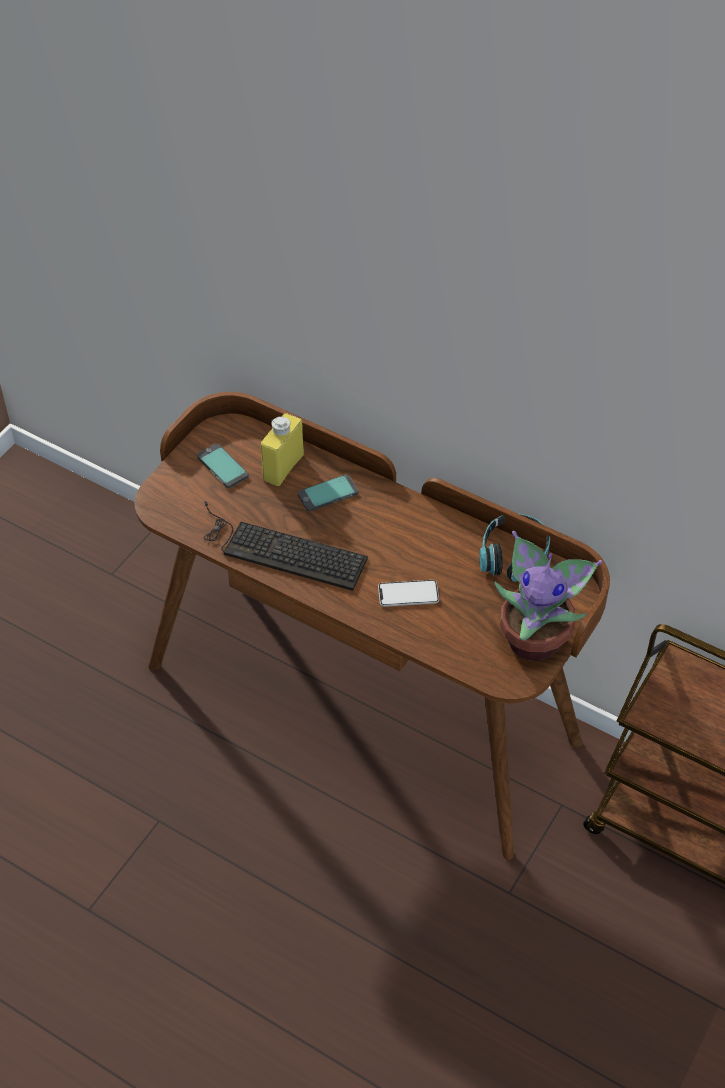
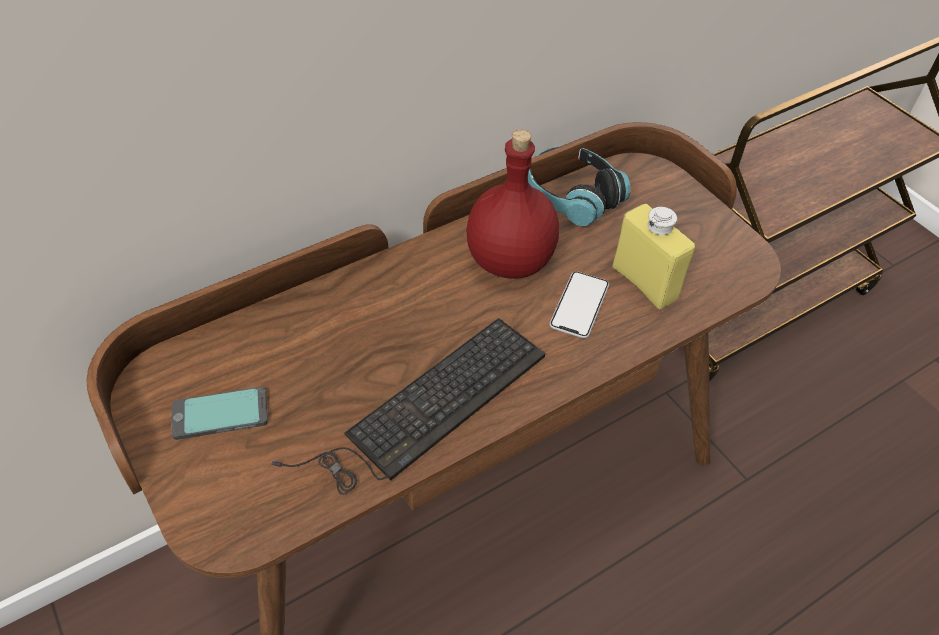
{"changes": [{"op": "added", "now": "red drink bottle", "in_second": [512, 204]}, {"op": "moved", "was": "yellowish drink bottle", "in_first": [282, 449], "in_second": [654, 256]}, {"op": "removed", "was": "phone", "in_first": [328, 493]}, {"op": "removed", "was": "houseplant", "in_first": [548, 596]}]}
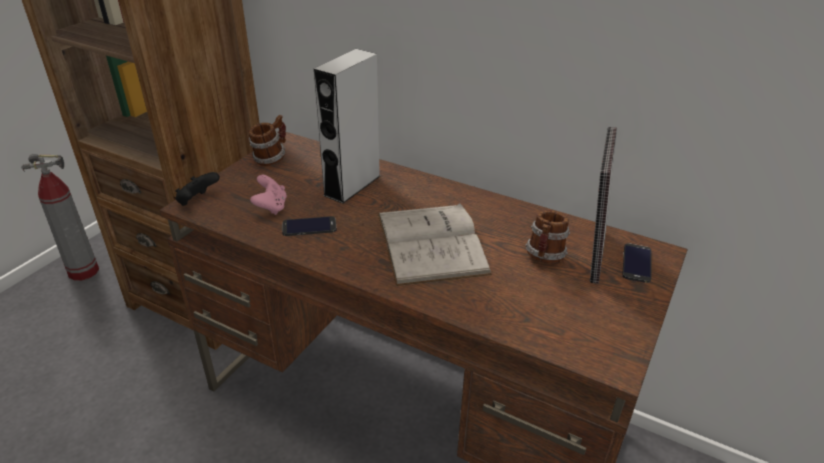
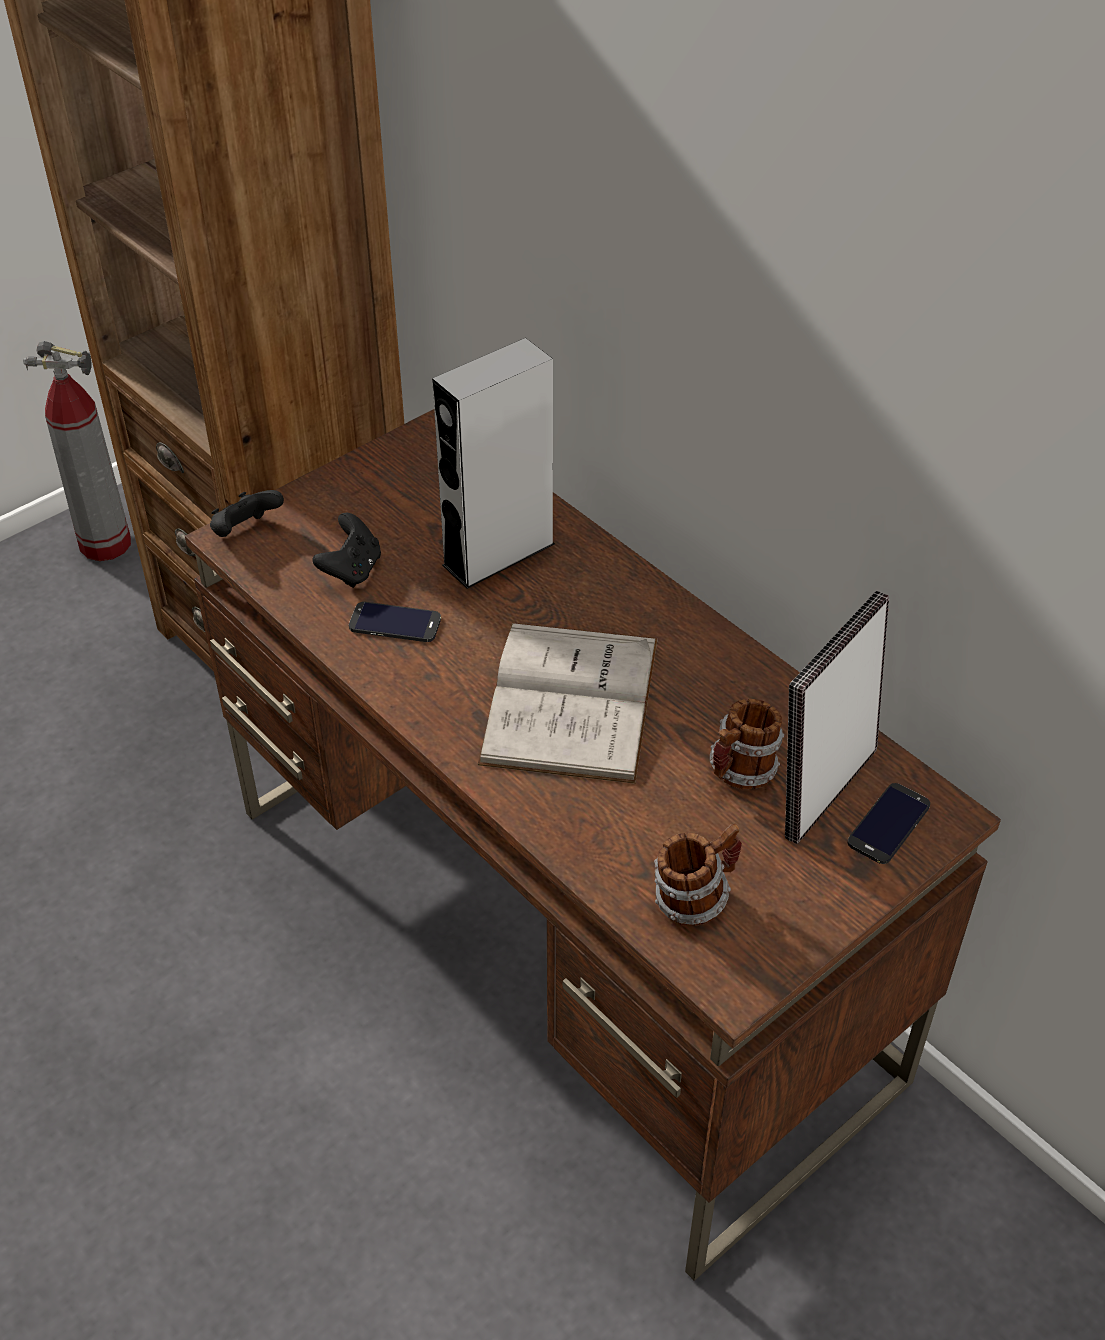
{"changes": [{"op": "recoloured", "was": "pinkish game controller", "now": "black-coloured game controller", "in_first": [268, 195], "in_second": [346, 550]}, {"op": "moved", "was": "coffee mug", "in_first": [267, 140], "in_second": [698, 875]}]}
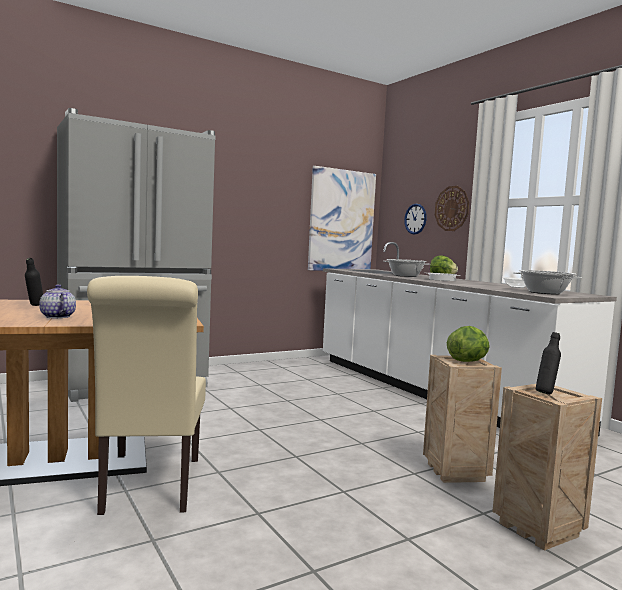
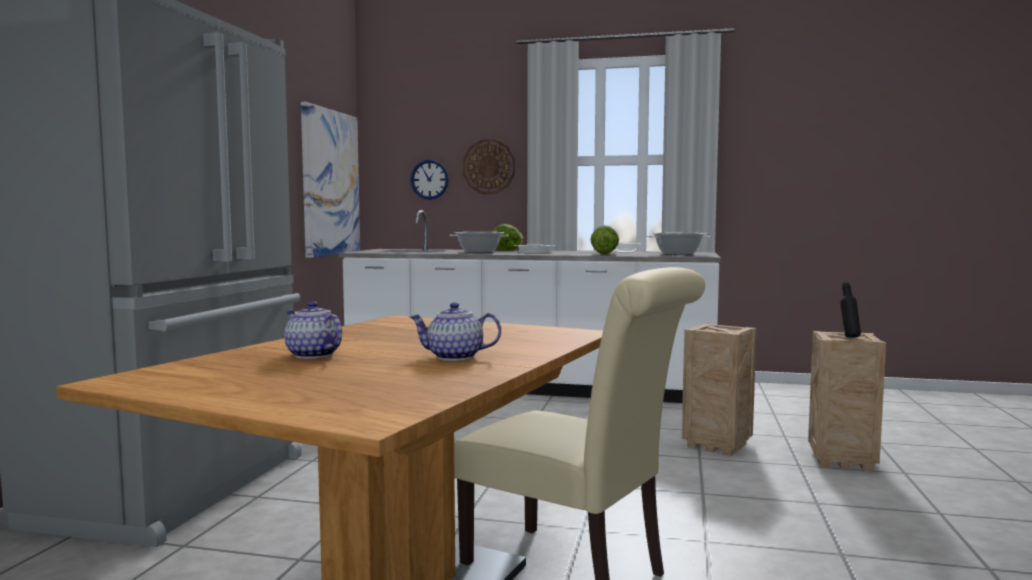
{"changes": [{"op": "replaced", "was": "black-coloured drink bottle", "now": "tea pot", "in_first": [34, 282], "in_second": [313, 330]}, {"op": "moved", "was": "head of lettuce", "in_first": [468, 344], "in_second": [604, 239]}]}
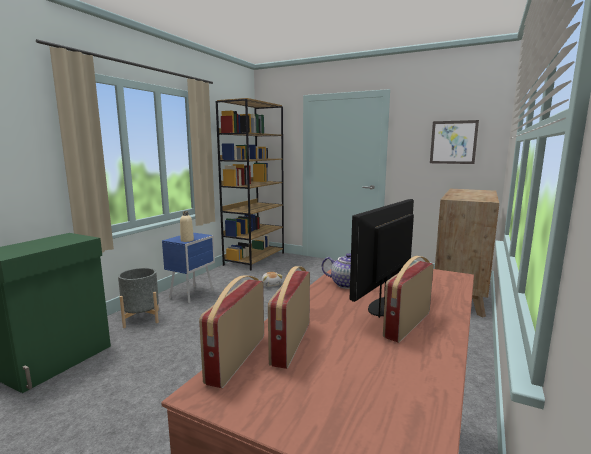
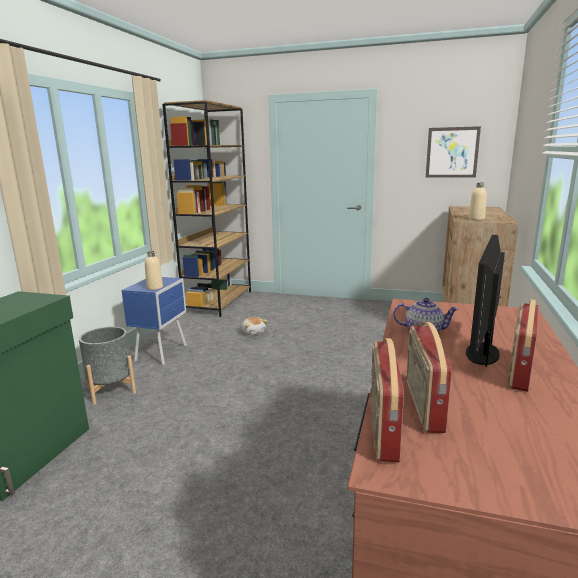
{"changes": [{"op": "added", "now": "sand-coloured drink bottle", "in_second": [478, 201]}]}
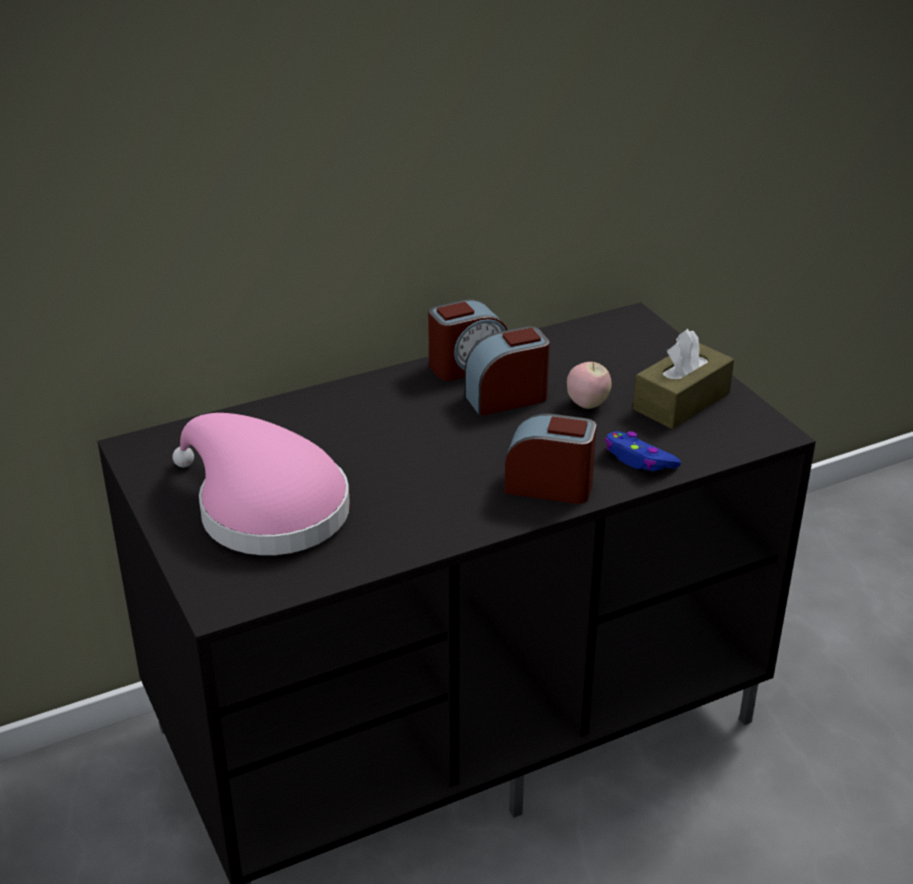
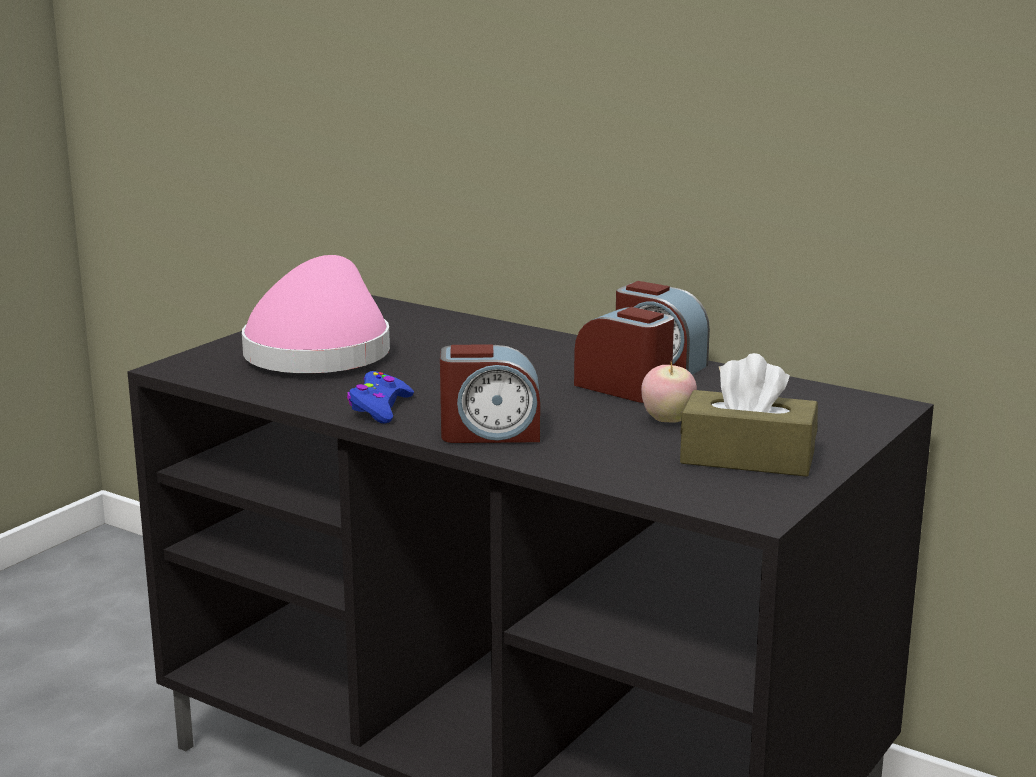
{"changes": [{"op": "moved", "was": "bluish game controller", "in_first": [643, 451], "in_second": [380, 397]}, {"op": "turned", "was": "bedside clock", "in_first": [550, 458], "in_second": [490, 393], "clockwise": 105}]}
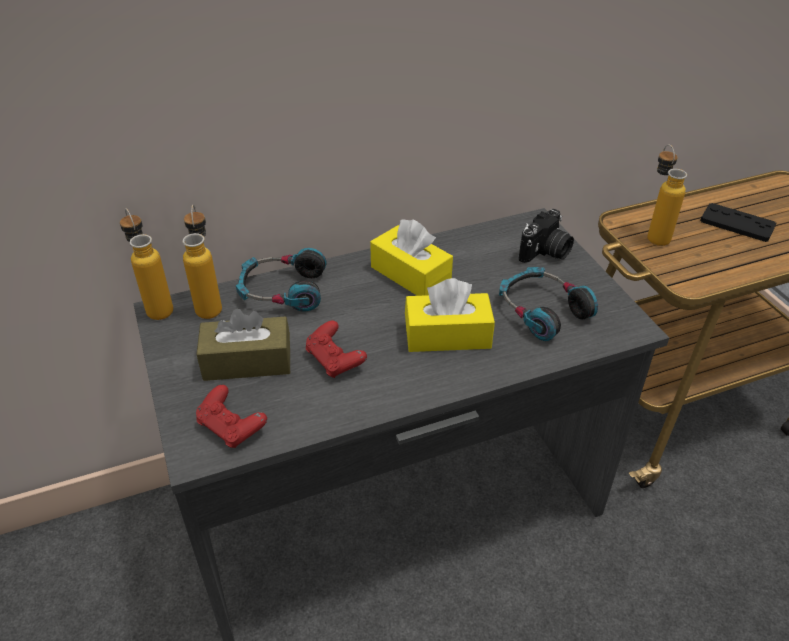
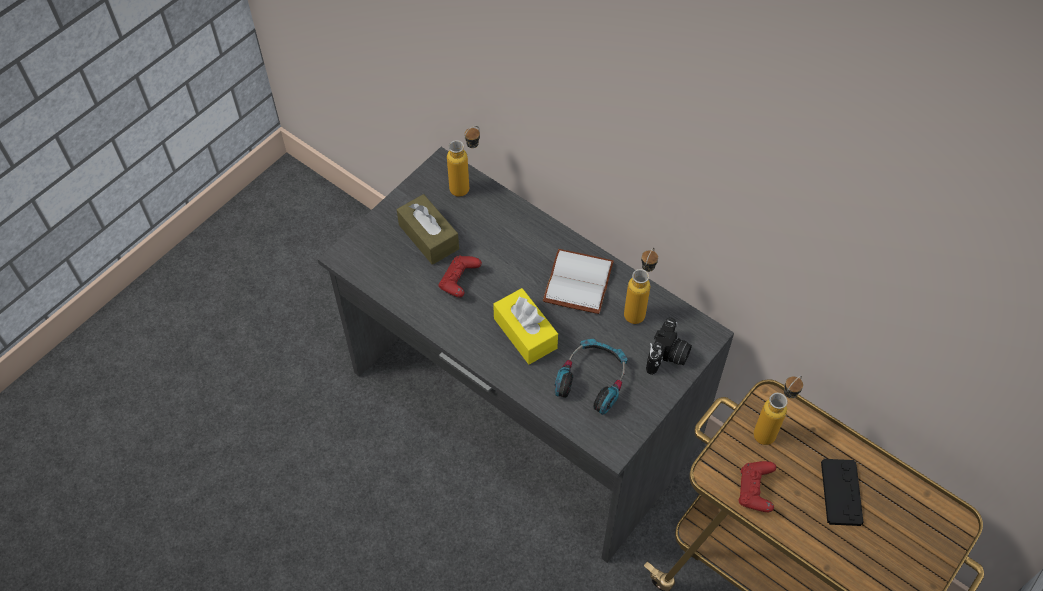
{"changes": [{"op": "replaced", "was": "yellowish tissue box", "now": "whitish volume", "in_first": [411, 257], "in_second": [578, 281]}, {"op": "moved", "was": "drink bottle", "in_first": [146, 264], "in_second": [641, 286]}, {"op": "turned", "was": "still camera", "in_first": [546, 236], "in_second": [669, 346], "clockwise": -75}, {"op": "moved", "was": "red game controller", "in_first": [231, 416], "in_second": [757, 486]}, {"op": "removed", "was": "pair of headphones", "in_first": [281, 279]}]}
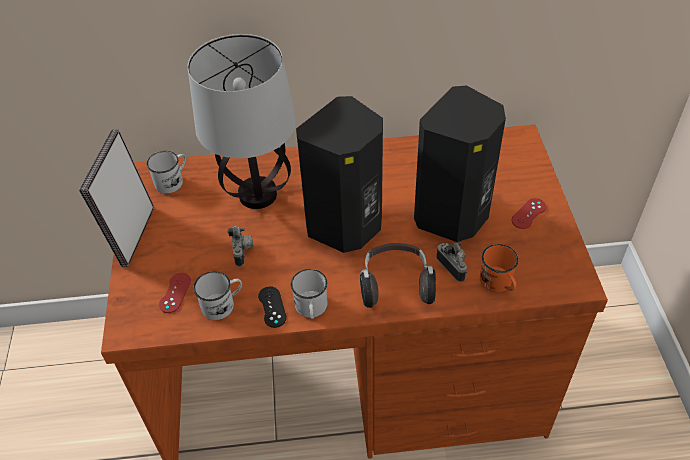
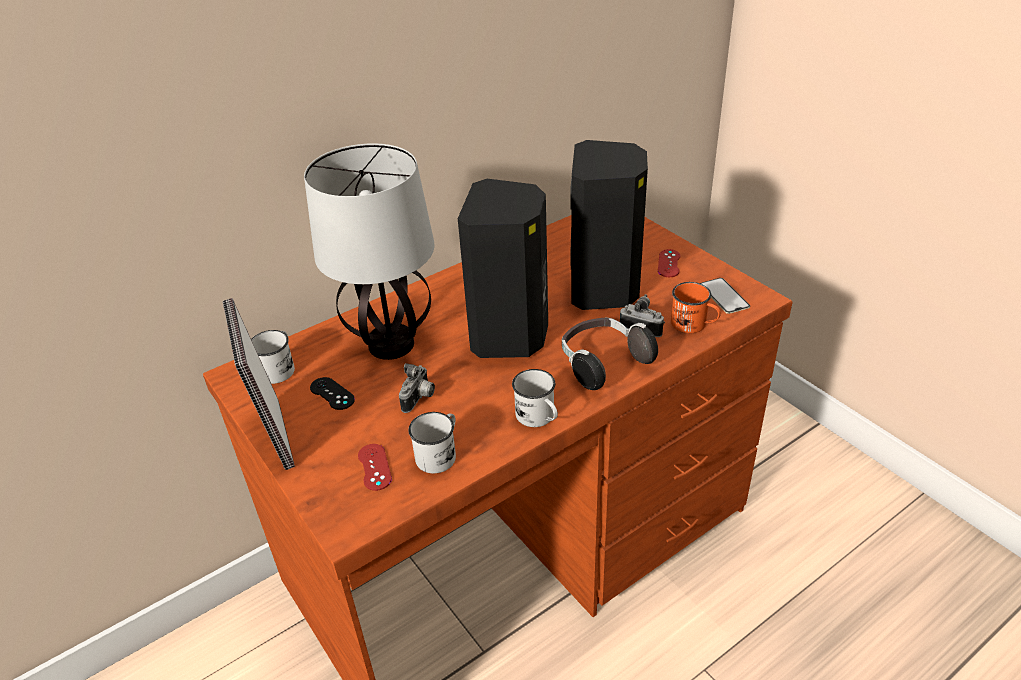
{"changes": [{"op": "moved", "was": "black-coloured game controller", "in_first": [272, 307], "in_second": [332, 393]}, {"op": "turned", "was": "still camera", "in_first": [240, 246], "in_second": [417, 388], "clockwise": 60}, {"op": "added", "now": "phone", "in_second": [725, 296]}]}
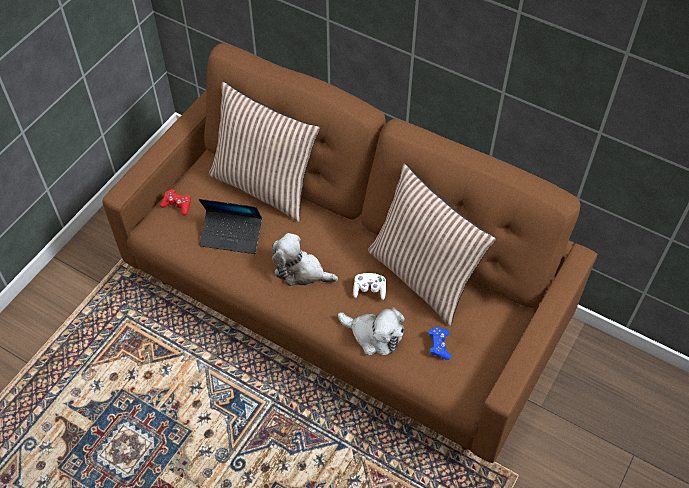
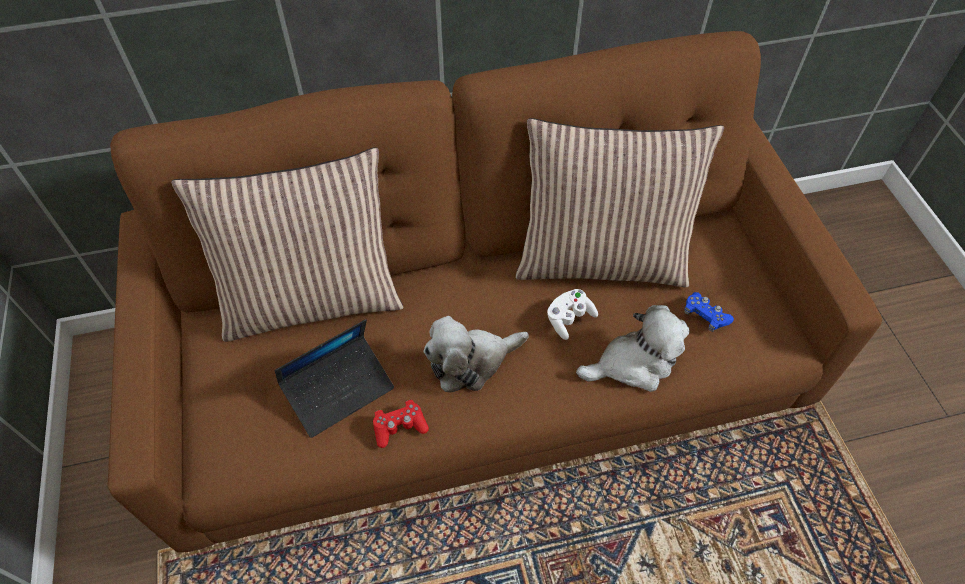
{"changes": [{"op": "moved", "was": "red game controller", "in_first": [175, 202], "in_second": [401, 424]}]}
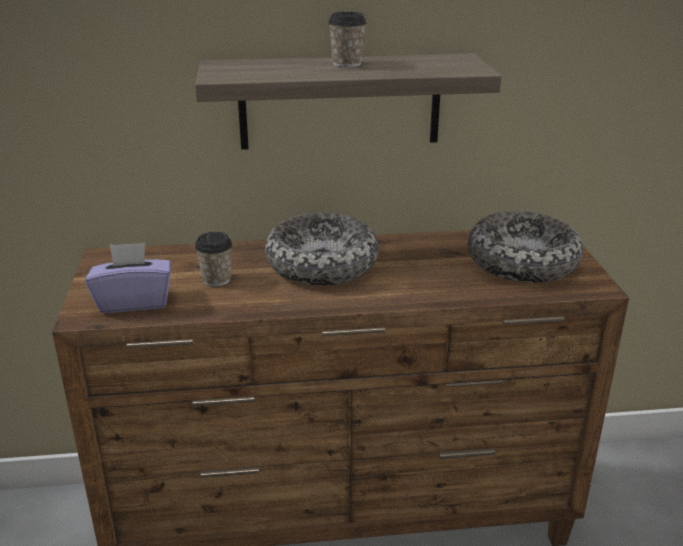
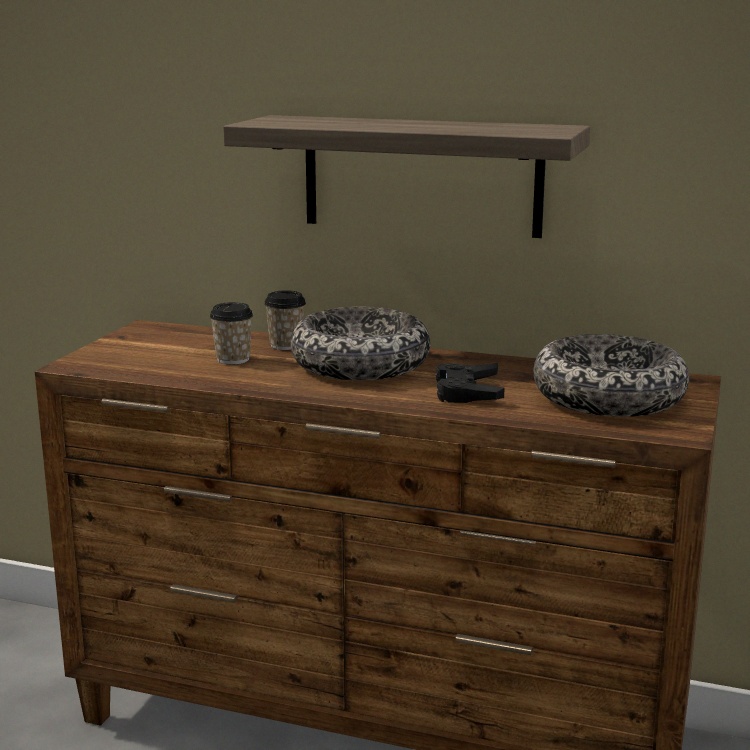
{"changes": [{"op": "moved", "was": "small cup", "in_first": [347, 39], "in_second": [285, 320]}, {"op": "added", "now": "black-coloured game controller", "in_second": [470, 383]}, {"op": "removed", "was": "purple tissue box", "in_first": [128, 277]}]}
